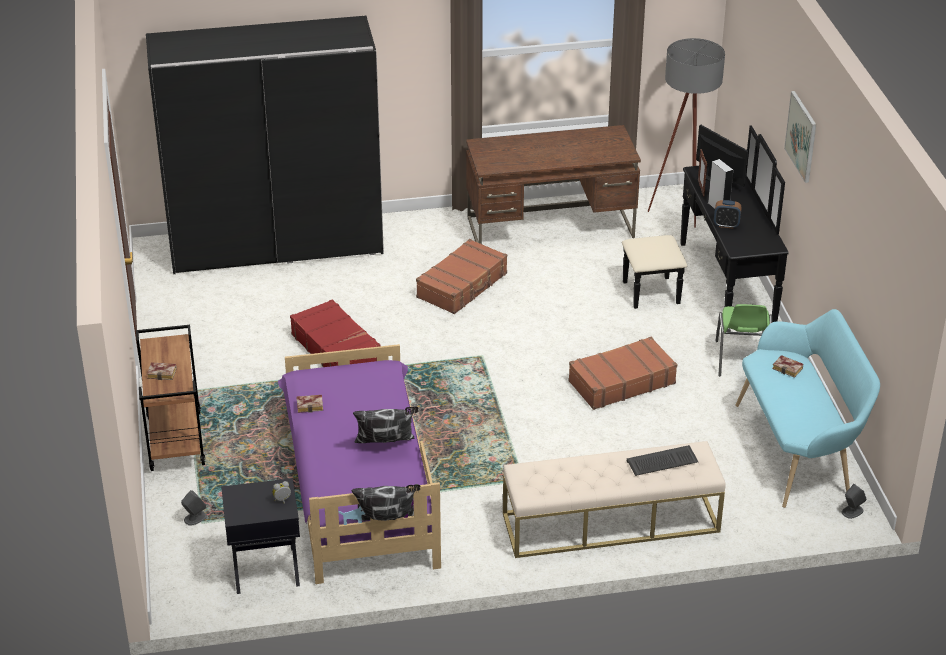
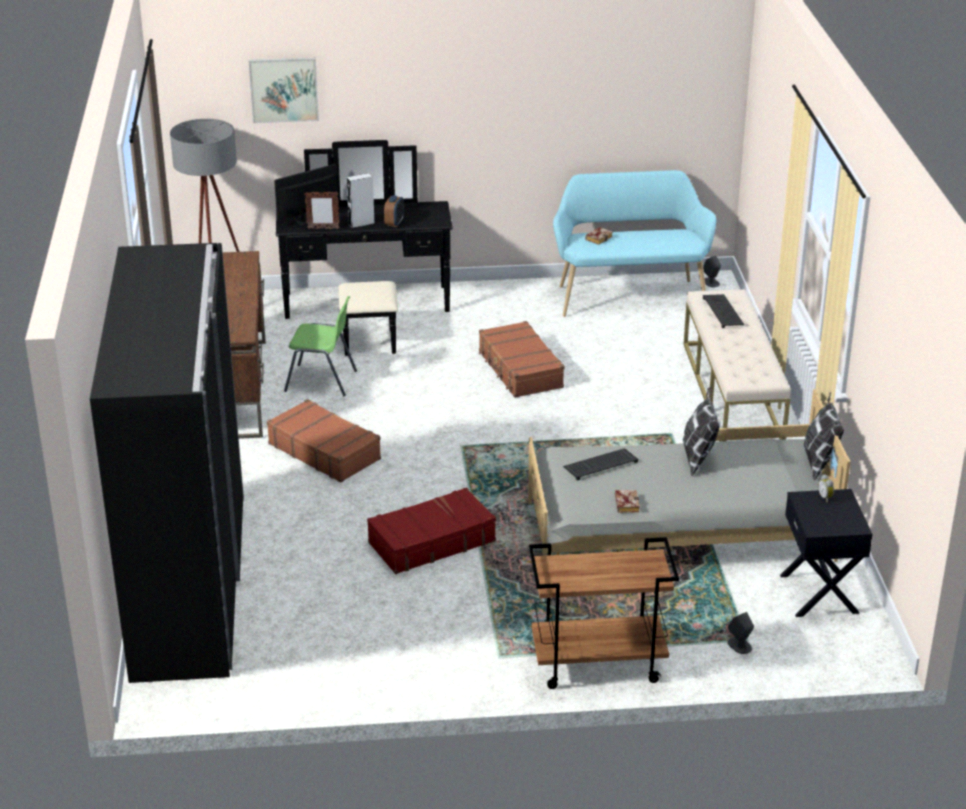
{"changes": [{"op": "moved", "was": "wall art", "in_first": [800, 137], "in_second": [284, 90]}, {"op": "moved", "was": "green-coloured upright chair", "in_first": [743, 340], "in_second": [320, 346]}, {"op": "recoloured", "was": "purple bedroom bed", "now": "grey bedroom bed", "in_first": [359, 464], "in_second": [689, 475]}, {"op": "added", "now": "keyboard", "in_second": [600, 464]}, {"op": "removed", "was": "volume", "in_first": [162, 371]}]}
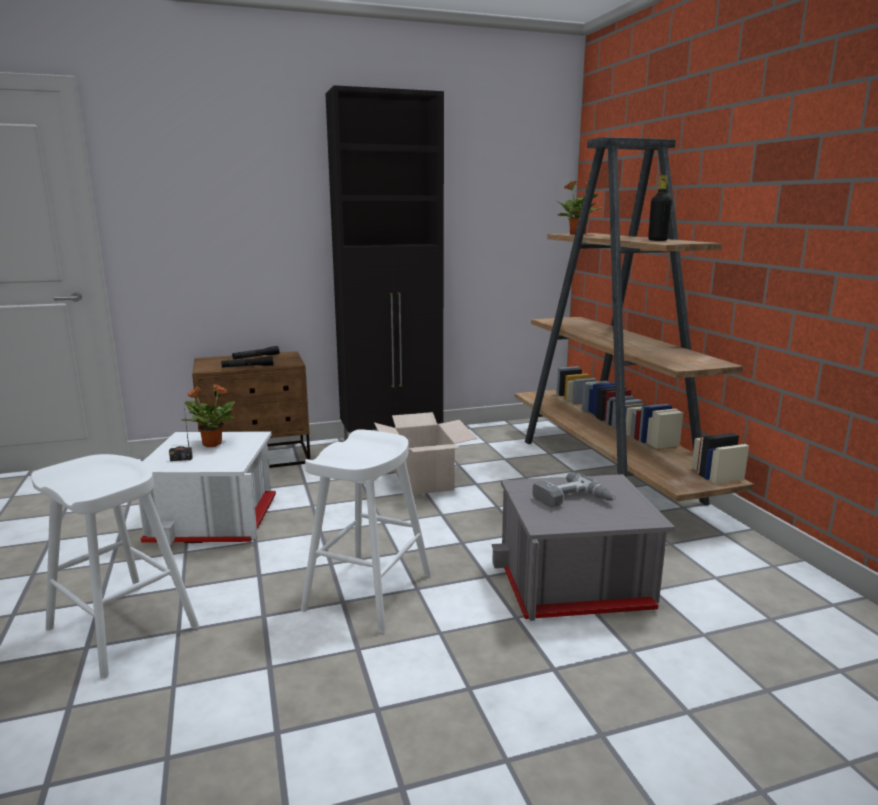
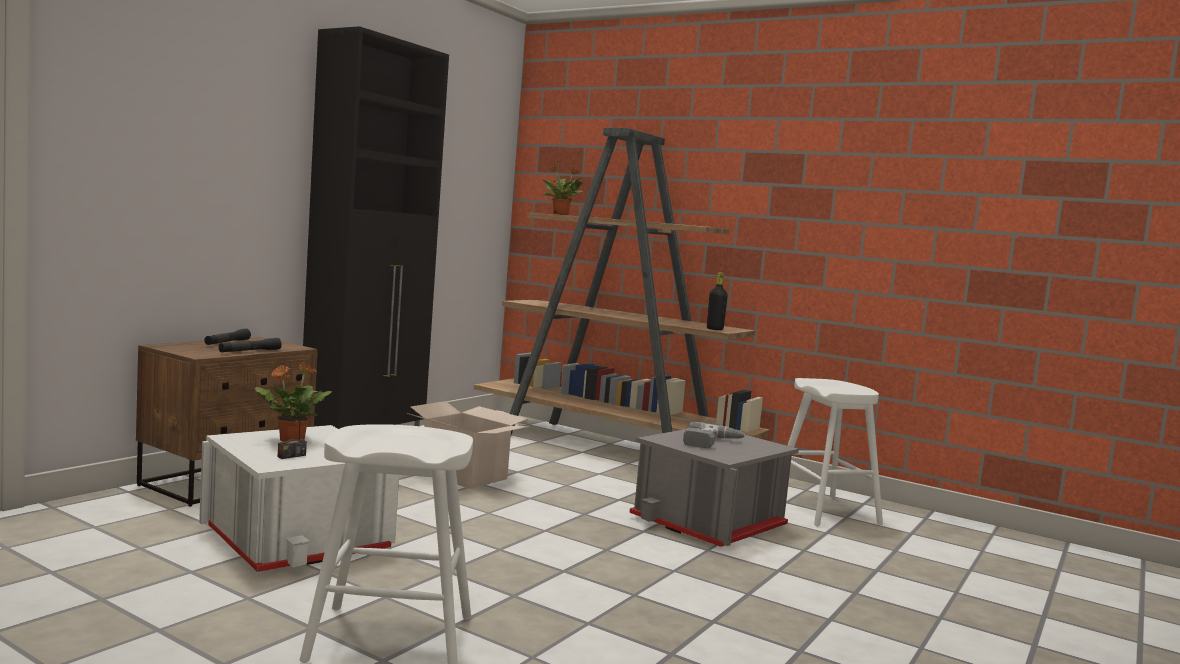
{"changes": [{"op": "moved", "was": "black-coloured drink bottle", "in_first": [660, 208], "in_second": [717, 301]}, {"op": "moved", "was": "whitish stool seat", "in_first": [366, 531], "in_second": [835, 452]}]}
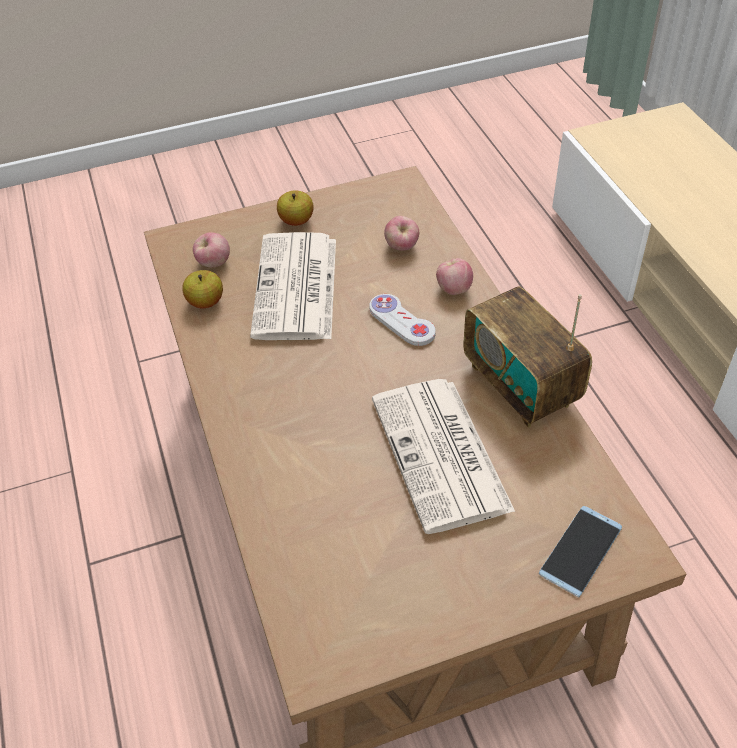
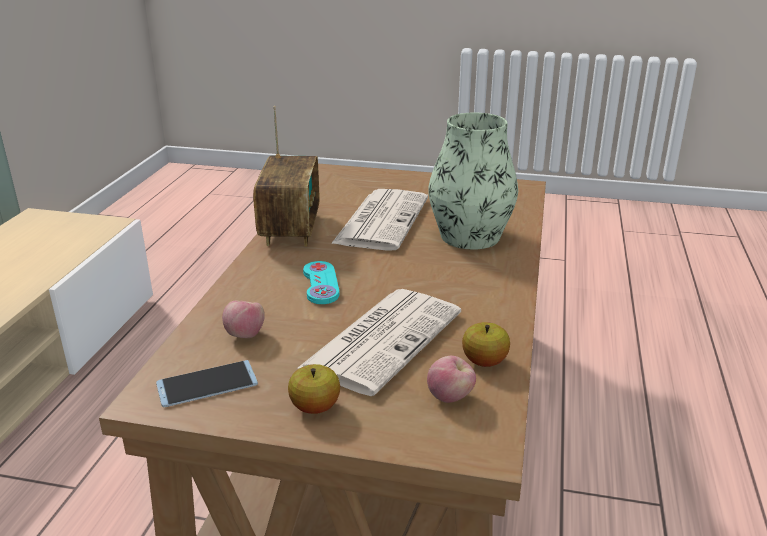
{"changes": [{"op": "moved", "was": "phone", "in_first": [580, 552], "in_second": [207, 383]}, {"op": "recoloured", "was": "whitish game controller", "now": "blue-green game controller", "in_first": [402, 320], "in_second": [321, 282]}, {"op": "added", "now": "vase", "in_second": [473, 181]}, {"op": "removed", "was": "apple fruit", "in_first": [454, 276]}]}
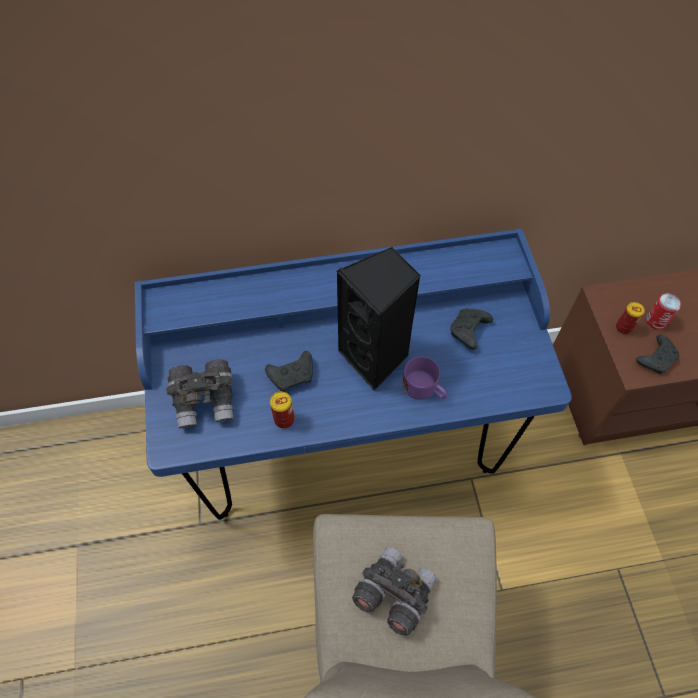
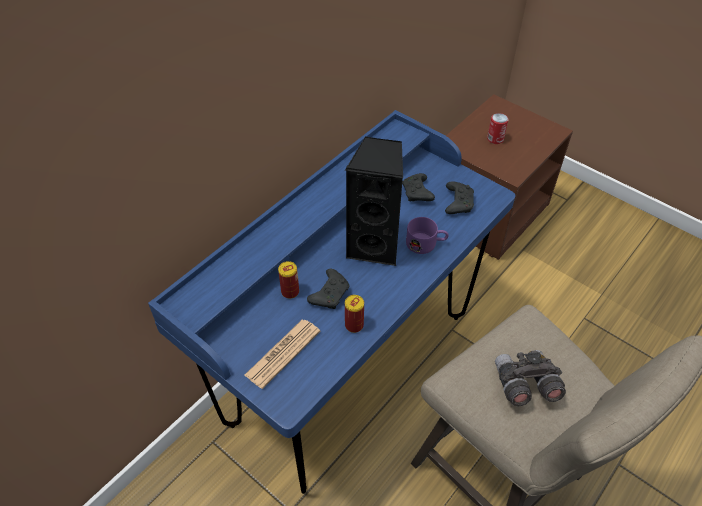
{"changes": [{"op": "replaced", "was": "grey binoculars", "now": "printed paper", "in_first": [200, 393], "in_second": [282, 354]}, {"op": "moved", "was": "can", "in_first": [630, 318], "in_second": [288, 280]}, {"op": "moved", "was": "black-coloured game controller", "in_first": [657, 354], "in_second": [459, 197]}]}
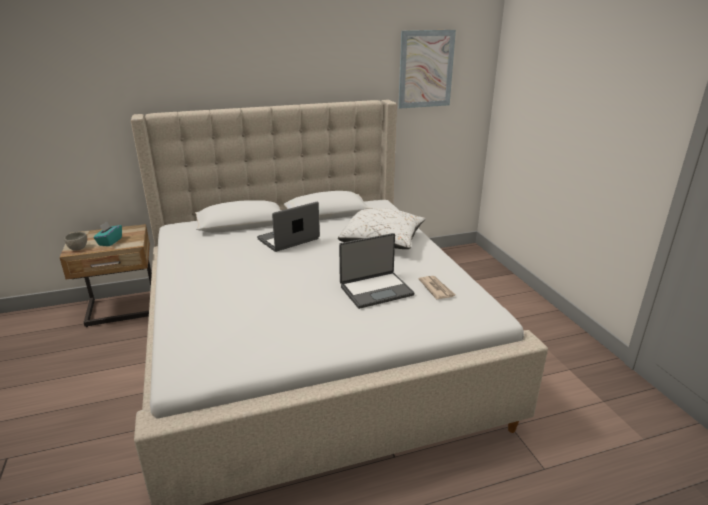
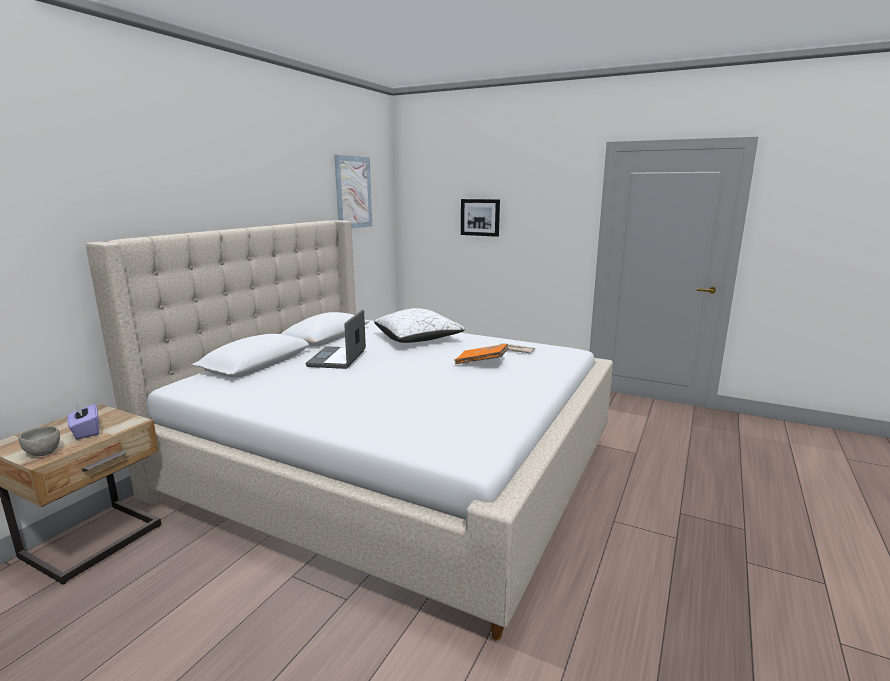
{"changes": [{"op": "recoloured", "was": "blue-green tissue box", "now": "purple tissue box", "in_first": [107, 234], "in_second": [83, 420]}, {"op": "replaced", "was": "laptop", "now": "orange-coloured volume", "in_first": [377, 271], "in_second": [481, 354]}, {"op": "added", "now": "wall art", "in_second": [480, 218]}]}
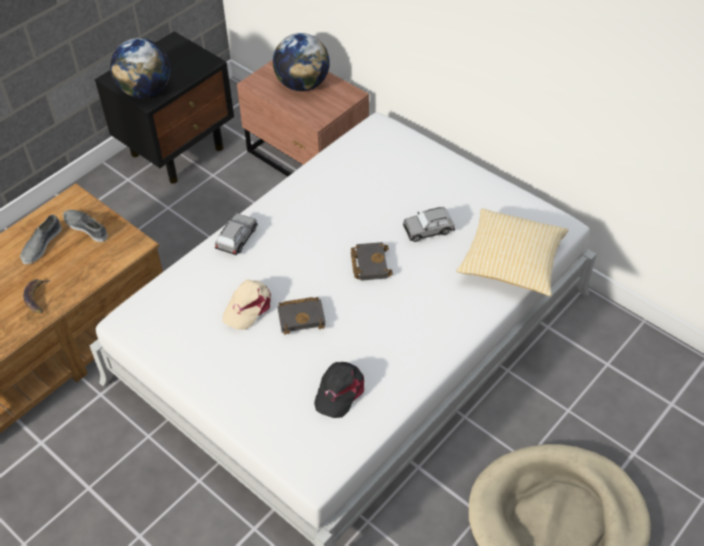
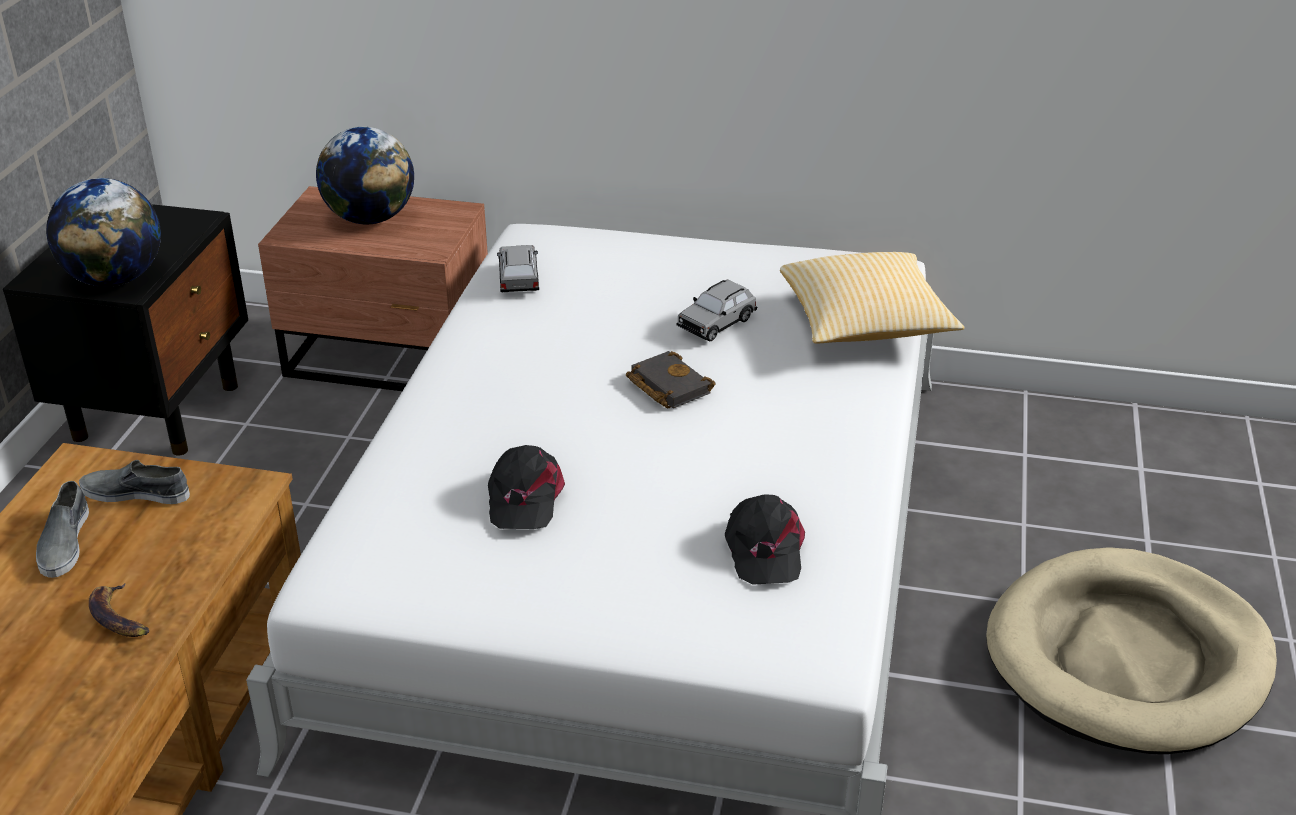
{"changes": [{"op": "recoloured", "was": "sand-coloured cap", "now": "black-coloured cap", "in_first": [247, 304], "in_second": [526, 487]}, {"op": "moved", "was": "grey miniature car", "in_first": [236, 234], "in_second": [518, 268]}, {"op": "removed", "was": "black-coloured volume", "in_first": [302, 316]}]}
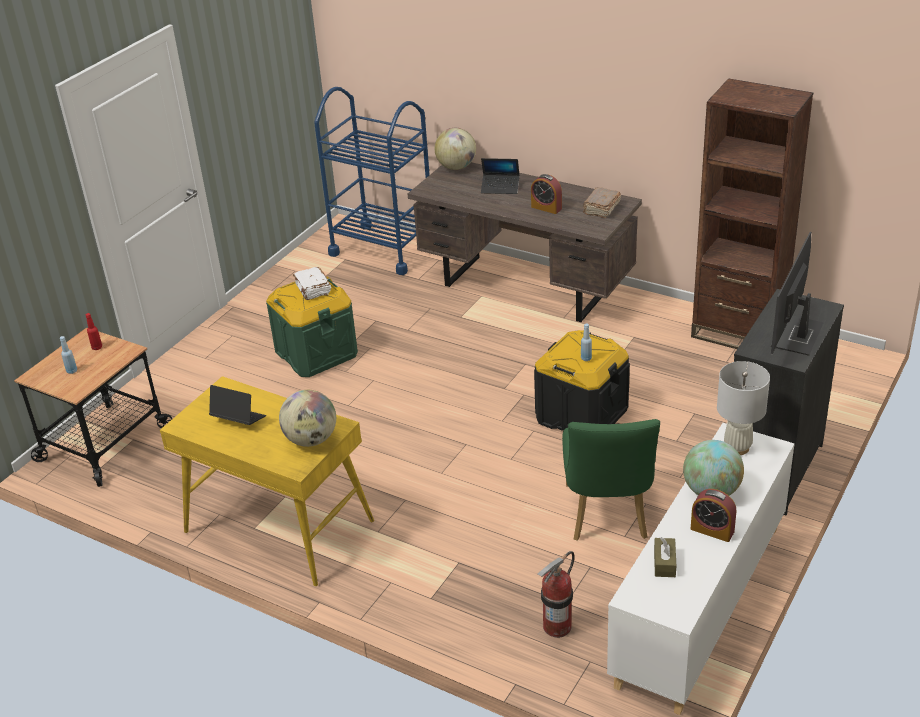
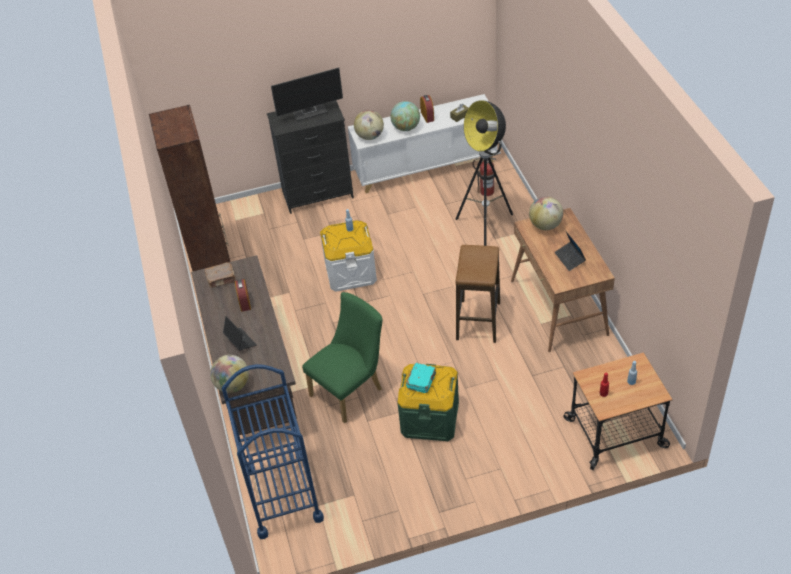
{"changes": [{"op": "moved", "was": "green-coloured upright chair", "in_first": [611, 480], "in_second": [342, 357]}, {"op": "recoloured", "was": "black-coloured storage container", "now": "whitish storage container", "in_first": [582, 380], "in_second": [348, 256]}, {"op": "replaced", "was": "whitish table lamp", "now": "world globe", "in_first": [743, 408], "in_second": [369, 125]}, {"op": "recoloured", "was": "whitish volume", "now": "blue-green volume", "in_first": [312, 283], "in_second": [421, 378]}, {"op": "added", "now": "stool seat", "in_second": [477, 294]}, {"op": "added", "now": "standard lamp", "in_second": [484, 173]}, {"op": "recoloured", "was": "yellowish desk table", "now": "brown desk table", "in_first": [267, 481], "in_second": [563, 280]}]}
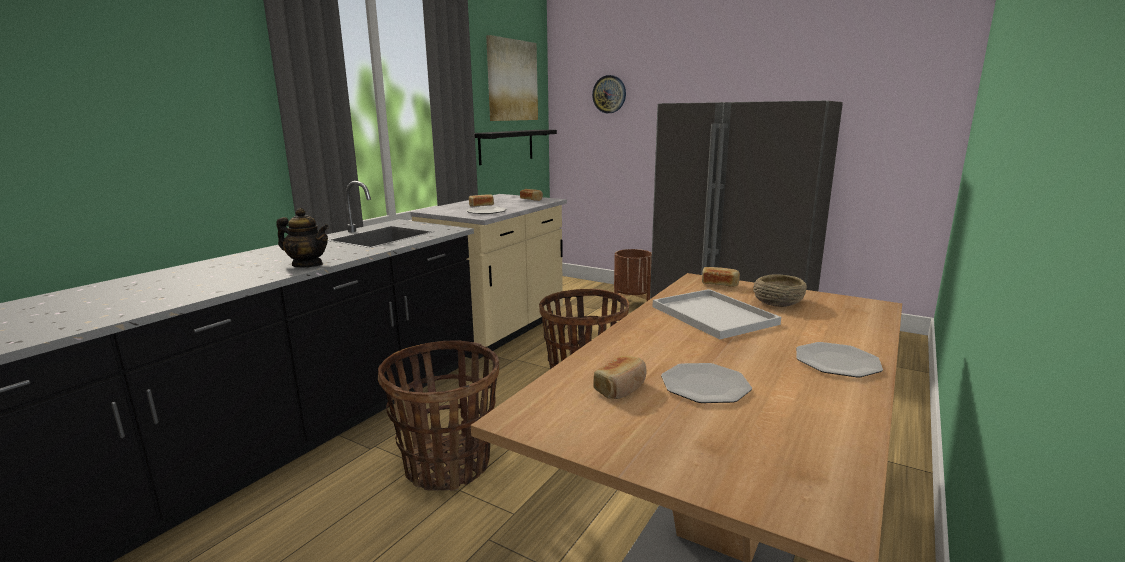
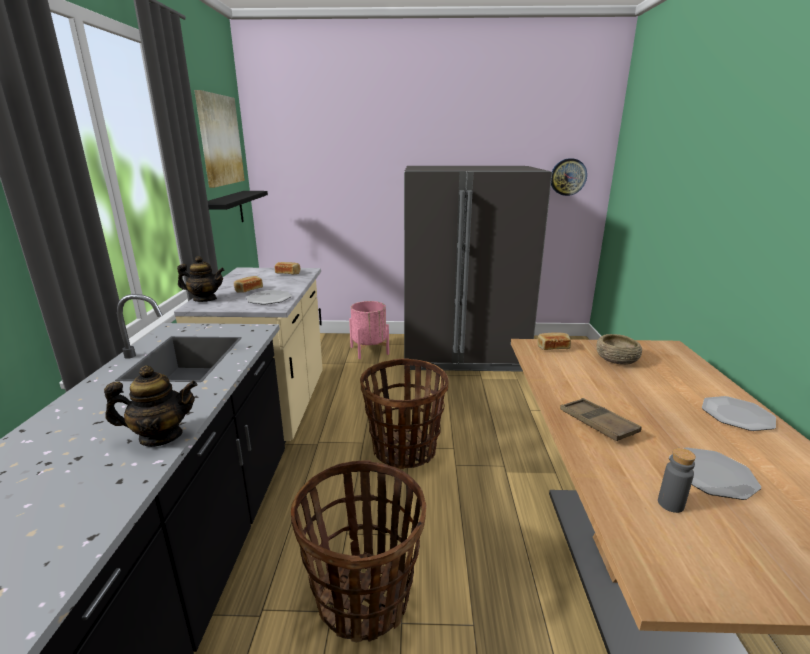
{"changes": [{"op": "added", "now": "tea pot", "in_second": [200, 279]}, {"op": "recoloured", "was": "brown planter", "now": "pinkish planter", "in_first": [633, 275], "in_second": [369, 330]}, {"op": "moved", "was": "clock on the wall", "in_first": [609, 94], "in_second": [569, 177]}, {"op": "added", "now": "brown serving tray", "in_second": [601, 419]}, {"op": "replaced", "was": "bakery bread", "now": "grey drink bottle", "in_first": [620, 377], "in_second": [677, 480]}, {"op": "removed", "was": "whitish serving tray", "in_first": [717, 314]}]}
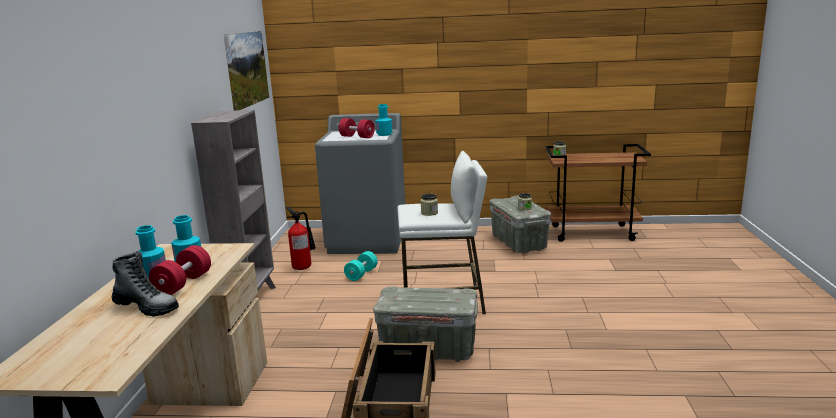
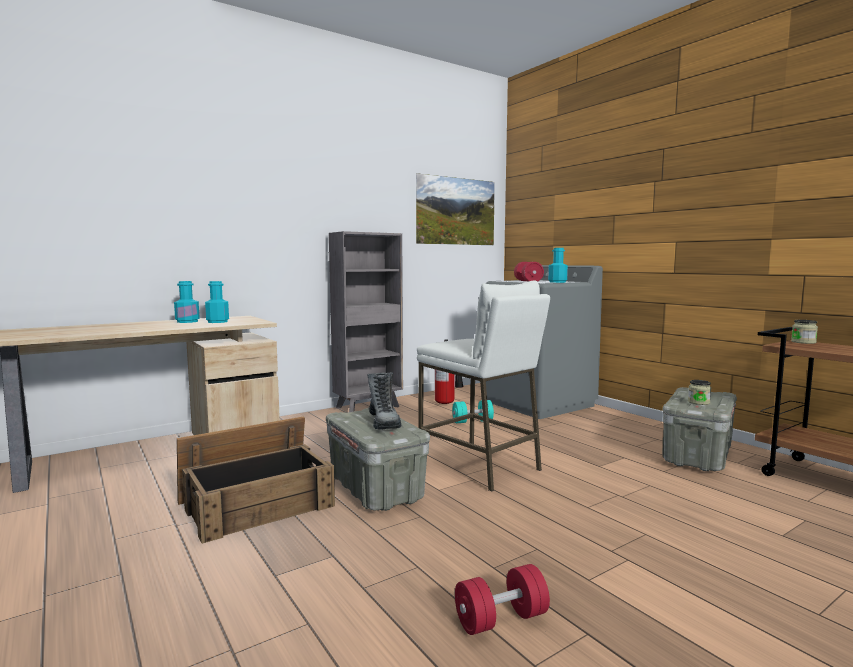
{"changes": [{"op": "moved", "was": "boot", "in_first": [145, 284], "in_second": [384, 401]}, {"op": "moved", "was": "red free weight", "in_first": [180, 270], "in_second": [502, 599]}, {"op": "removed", "was": "preserve jar", "in_first": [429, 205]}]}
